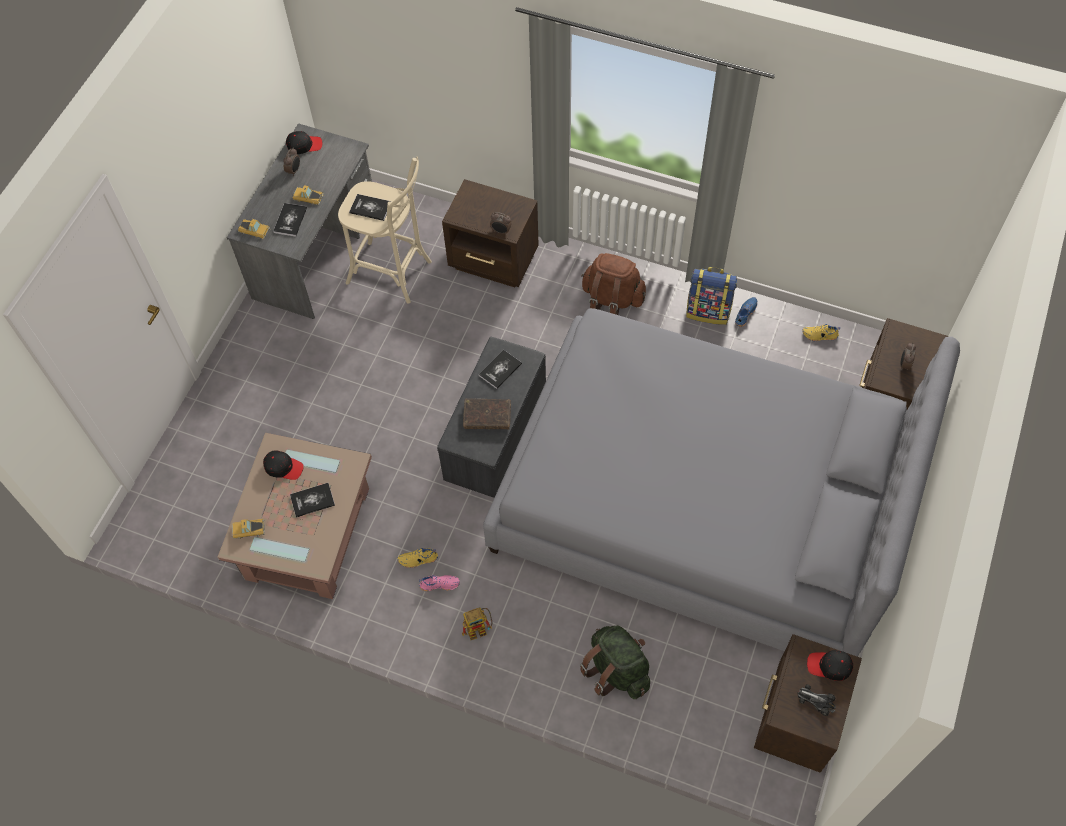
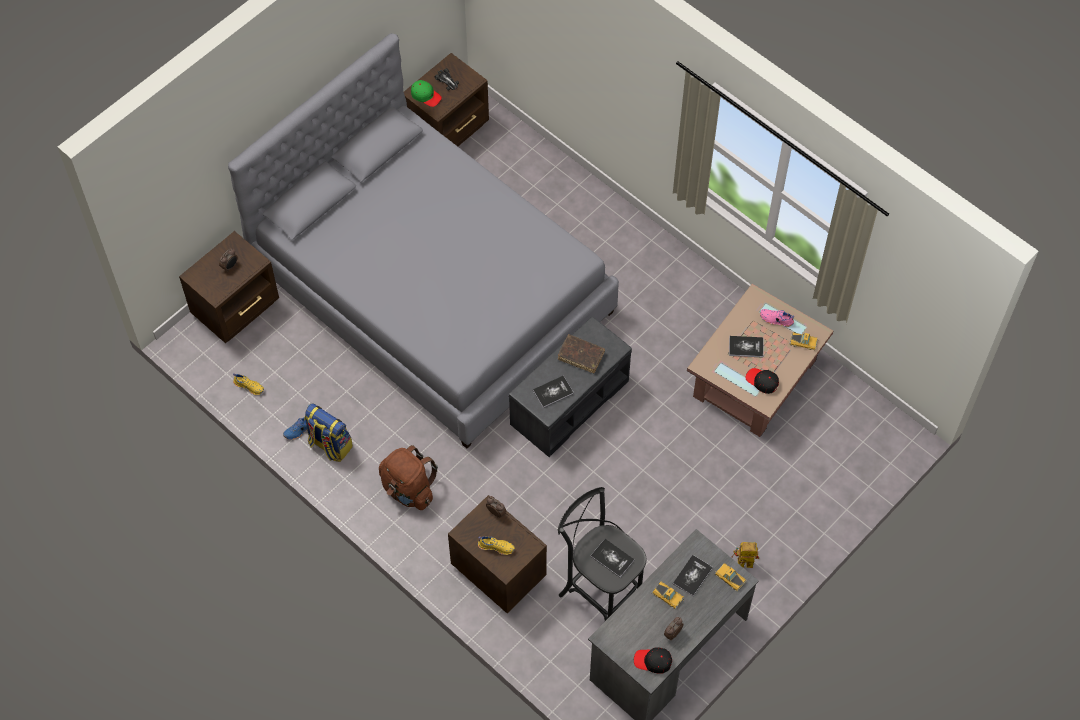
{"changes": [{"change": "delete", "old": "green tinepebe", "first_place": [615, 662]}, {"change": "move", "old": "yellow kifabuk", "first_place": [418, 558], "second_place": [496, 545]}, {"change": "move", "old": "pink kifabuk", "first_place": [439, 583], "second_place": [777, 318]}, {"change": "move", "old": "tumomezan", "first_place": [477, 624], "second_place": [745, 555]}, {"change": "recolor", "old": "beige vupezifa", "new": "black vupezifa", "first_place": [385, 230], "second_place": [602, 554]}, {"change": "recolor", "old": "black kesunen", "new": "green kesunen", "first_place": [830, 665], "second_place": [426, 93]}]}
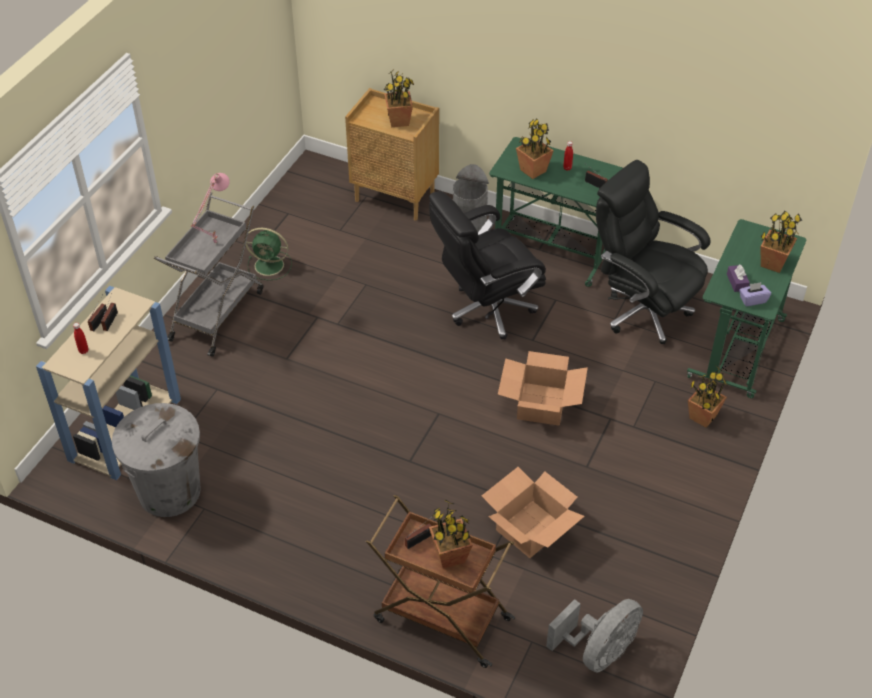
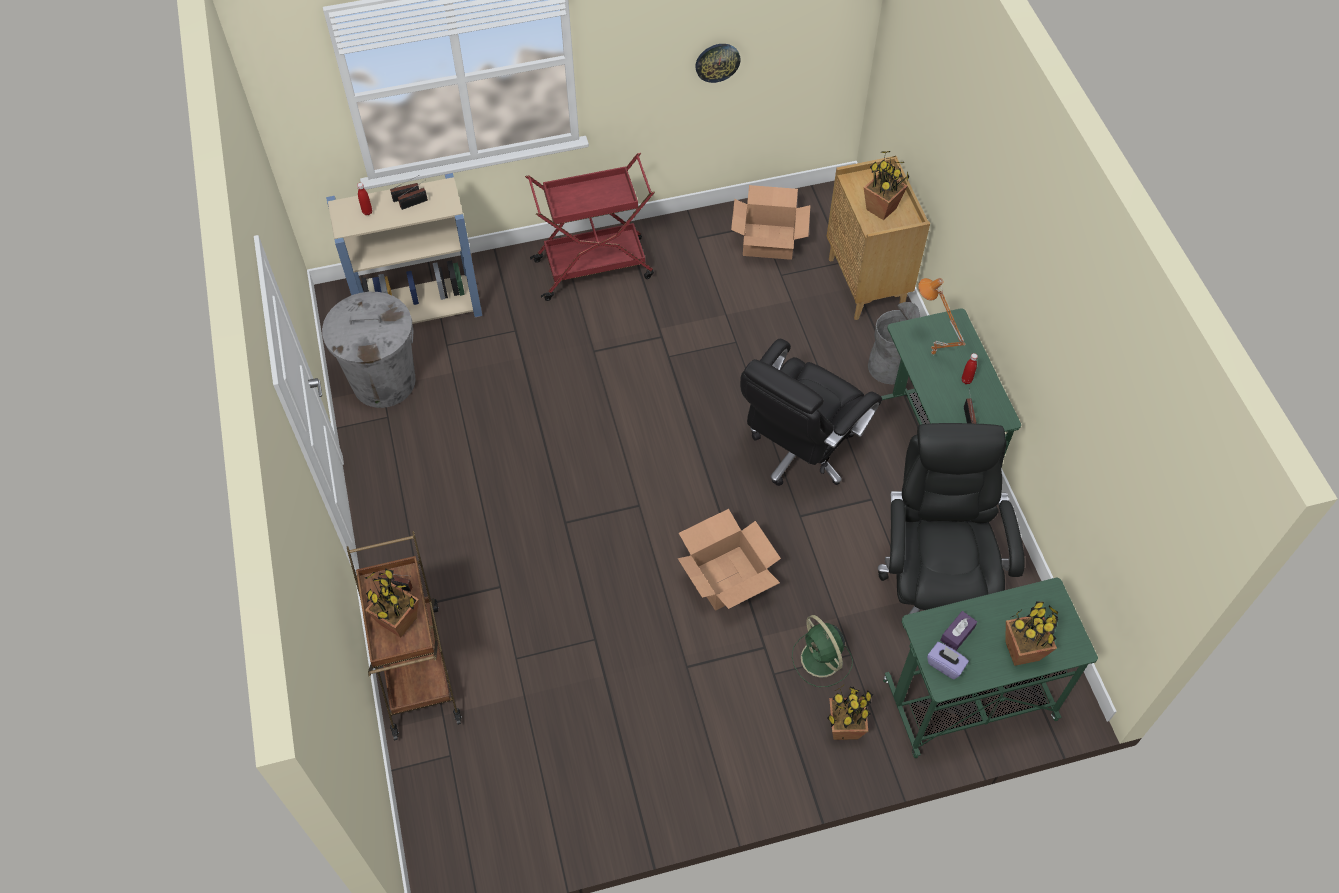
{"changes": [{"change": "delete", "old": "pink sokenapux", "first_place": [210, 208]}, {"change": "delete", "old": "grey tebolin", "first_place": [594, 636]}, {"change": "insert", "new": "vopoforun", "second_place": [718, 63]}, {"change": "move", "old": "green tebolin", "first_place": [269, 254], "second_place": [822, 651]}, {"change": "move", "old": "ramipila", "first_place": [533, 512], "second_place": [770, 222]}, {"change": "replace", "old": "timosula", "new": "orange sokenapux", "first_place": [535, 149], "second_place": [942, 317]}, {"change": "recolor", "old": "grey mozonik", "new": "red mozonik", "first_place": [208, 274], "second_place": [590, 227]}, {"change": "rotate", "old": "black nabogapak", "first_place": [487, 265], "second_place": [811, 412], "degrees": -75}]}
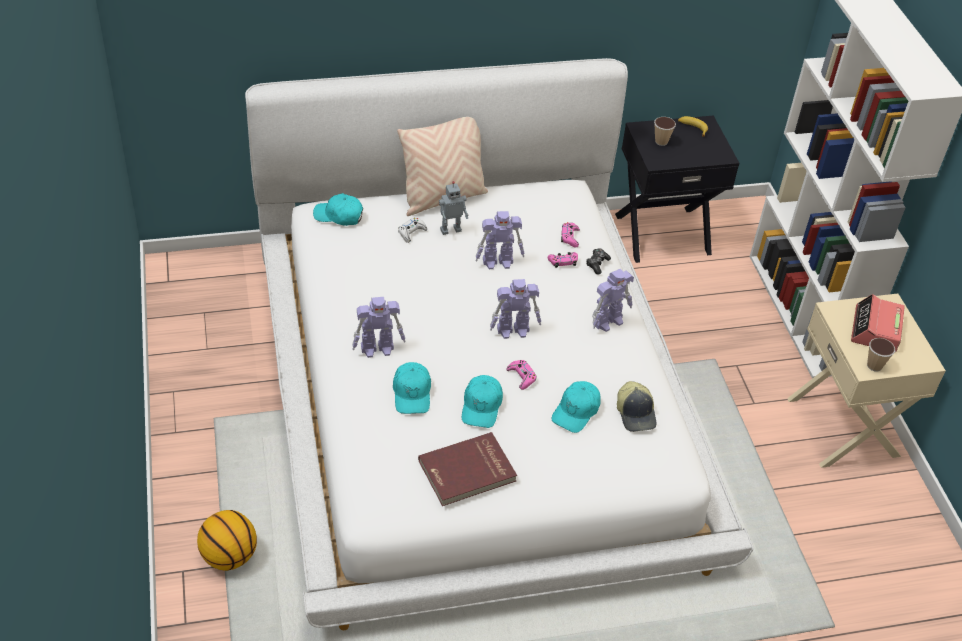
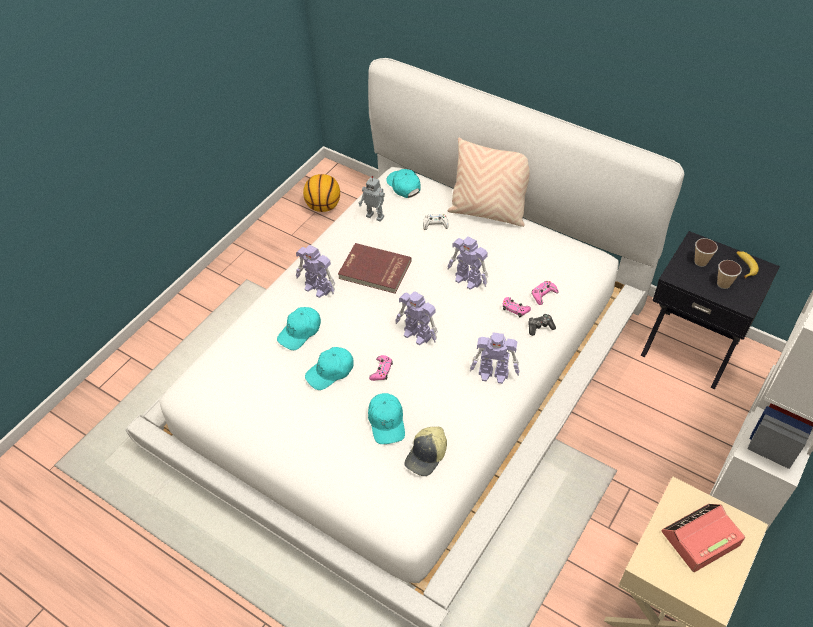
{"changes": [{"change": "move", "old": "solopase", "first_place": [227, 540], "second_place": [321, 193]}, {"change": "move", "old": "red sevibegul", "first_place": [467, 469], "second_place": [375, 268]}, {"change": "move", "old": "tumomezan", "first_place": [453, 208], "second_place": [372, 199]}, {"change": "move", "old": "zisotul", "first_place": [881, 355], "second_place": [729, 274]}, {"change": "rotate", "old": "turquoise kesunen", "first_place": [576, 407], "second_place": [386, 418], "degrees": -90}]}
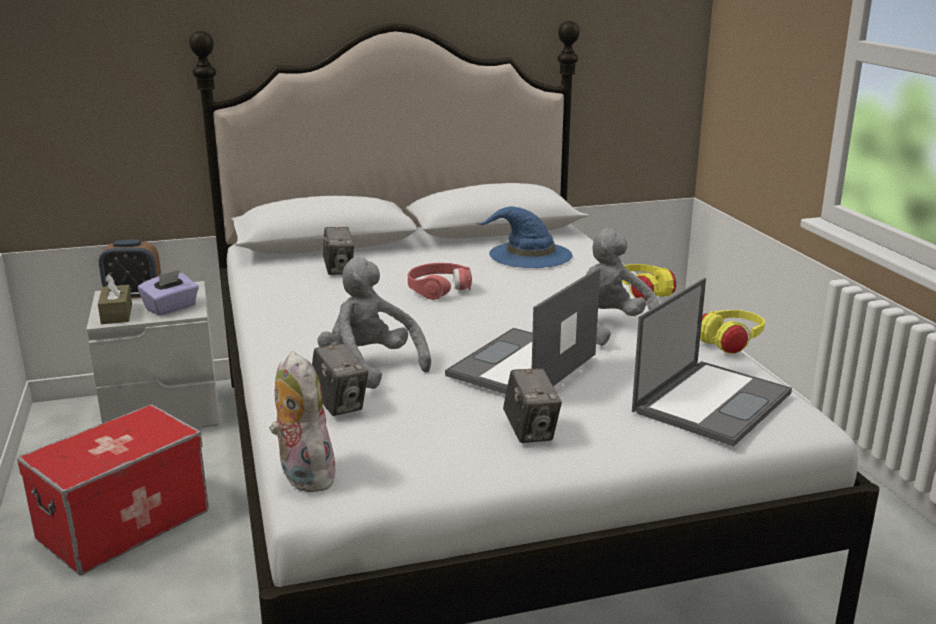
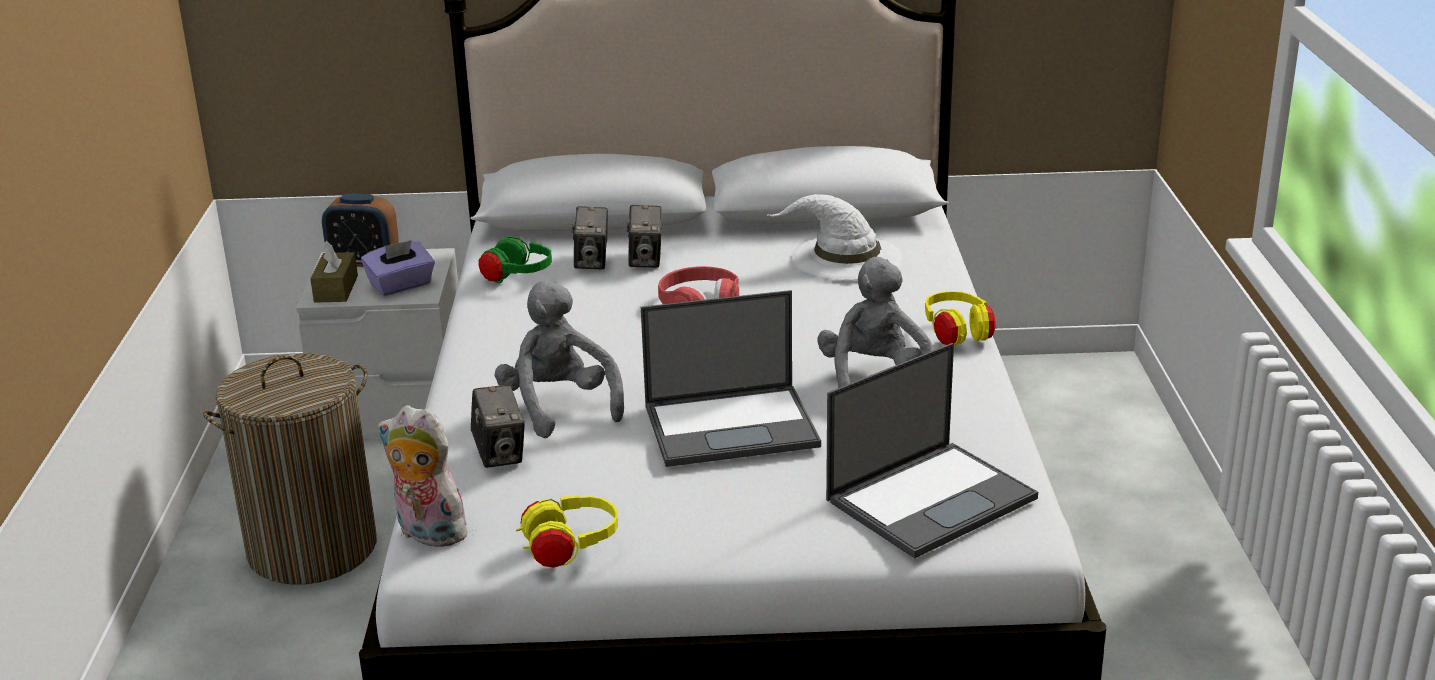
{"changes": [{"change": "insert", "new": "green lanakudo", "second_place": [515, 259]}, {"change": "move", "old": "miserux", "first_place": [532, 405], "second_place": [643, 236]}, {"change": "move", "old": "yellow lanakudo", "first_place": [732, 332], "second_place": [567, 531]}, {"change": "replace", "old": "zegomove", "new": "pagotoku", "first_place": [113, 489], "second_place": [290, 468]}, {"change": "recolor", "old": "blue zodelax", "new": "white zodelax", "first_place": [524, 237], "second_place": [834, 237]}, {"change": "rotate", "old": "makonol", "first_place": [302, 421], "second_place": [424, 476], "degrees": -45}, {"change": "rotate", "old": "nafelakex", "first_place": [522, 331], "second_place": [731, 378], "degrees": -150}]}
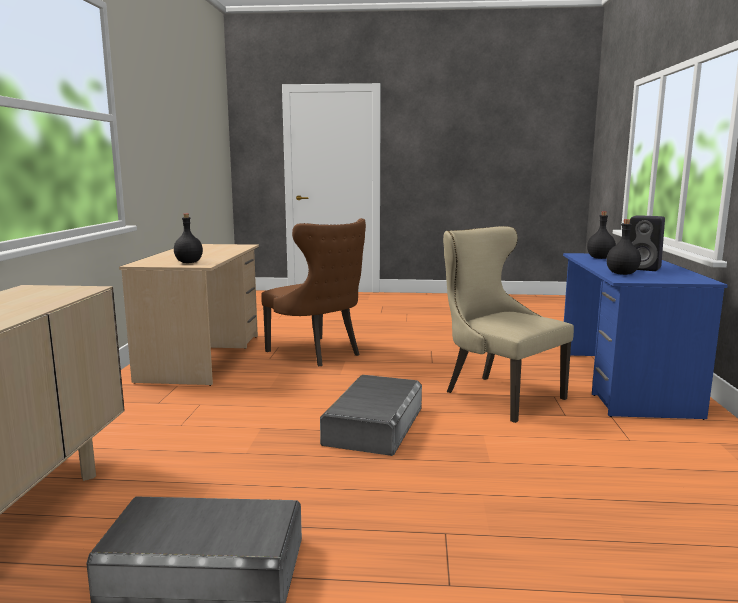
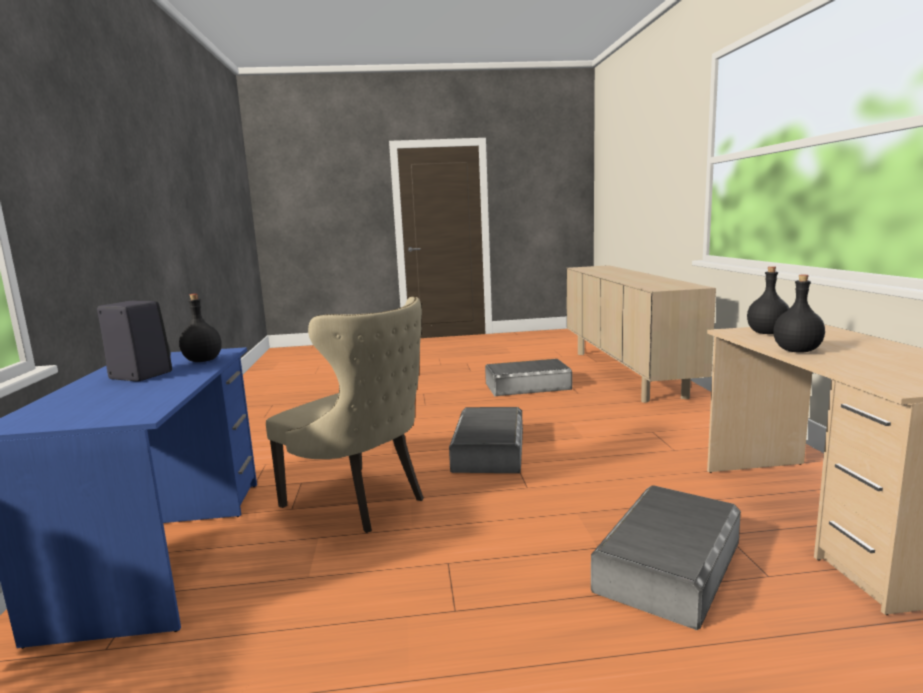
{"changes": [{"change": "move", "old": "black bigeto", "first_place": [601, 235], "second_place": [799, 314]}, {"change": "replace", "old": "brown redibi", "new": "grey zegomove", "first_place": [313, 292], "second_place": [666, 557]}]}
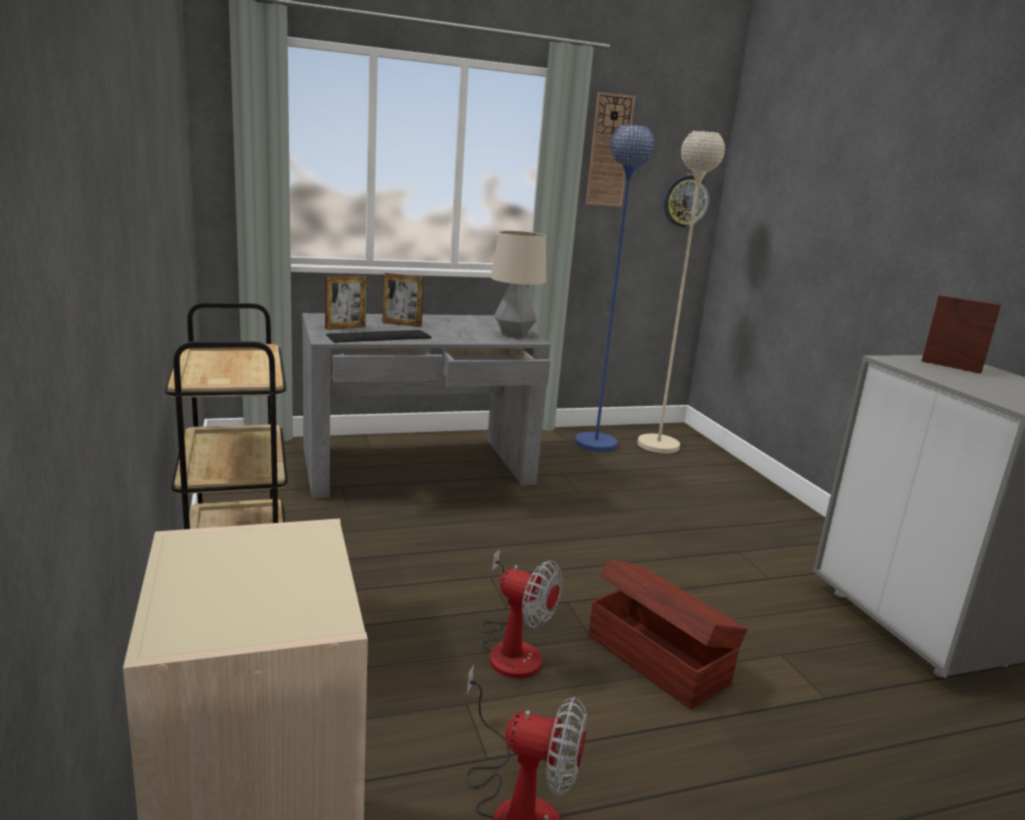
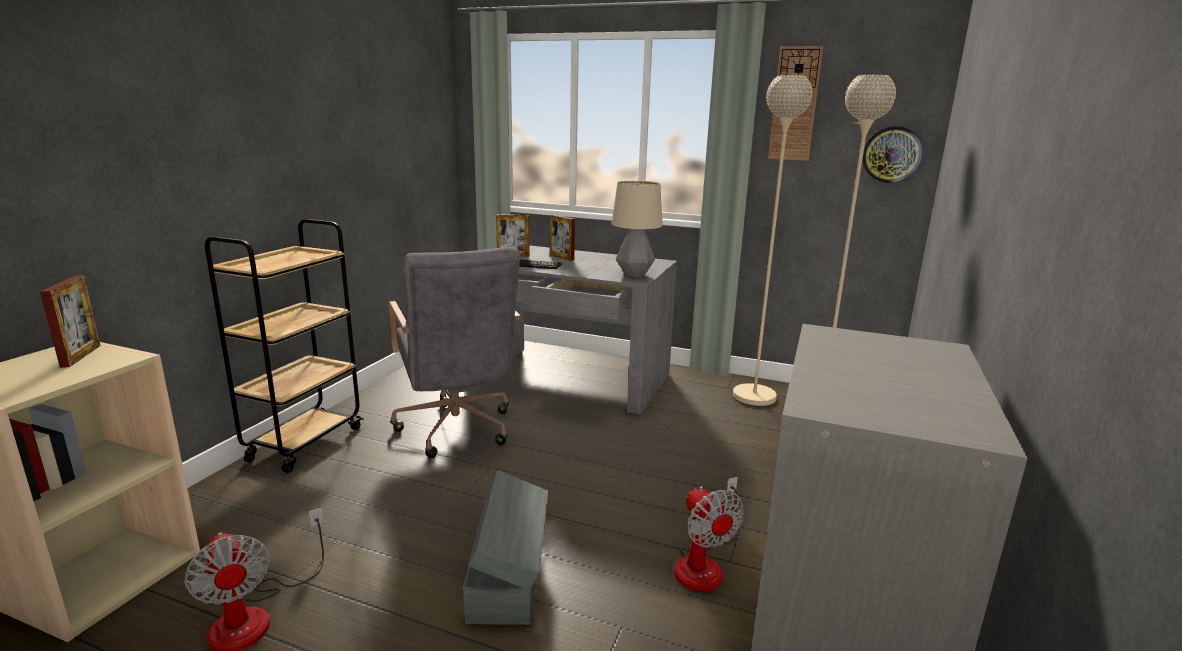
{"changes": [{"change": "insert", "new": "grey nabogapak", "second_place": [455, 352]}, {"change": "move", "old": "tebolin", "first_place": [521, 614], "second_place": [709, 534]}, {"change": "move", "old": "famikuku", "first_place": [961, 334], "second_place": [70, 321]}, {"change": "recolor", "old": "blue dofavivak", "new": "beige dofavivak", "first_place": [615, 288], "second_place": [773, 240]}, {"change": "recolor", "old": "brown zegomove", "new": "grey zegomove", "first_place": [667, 634], "second_place": [505, 547]}]}
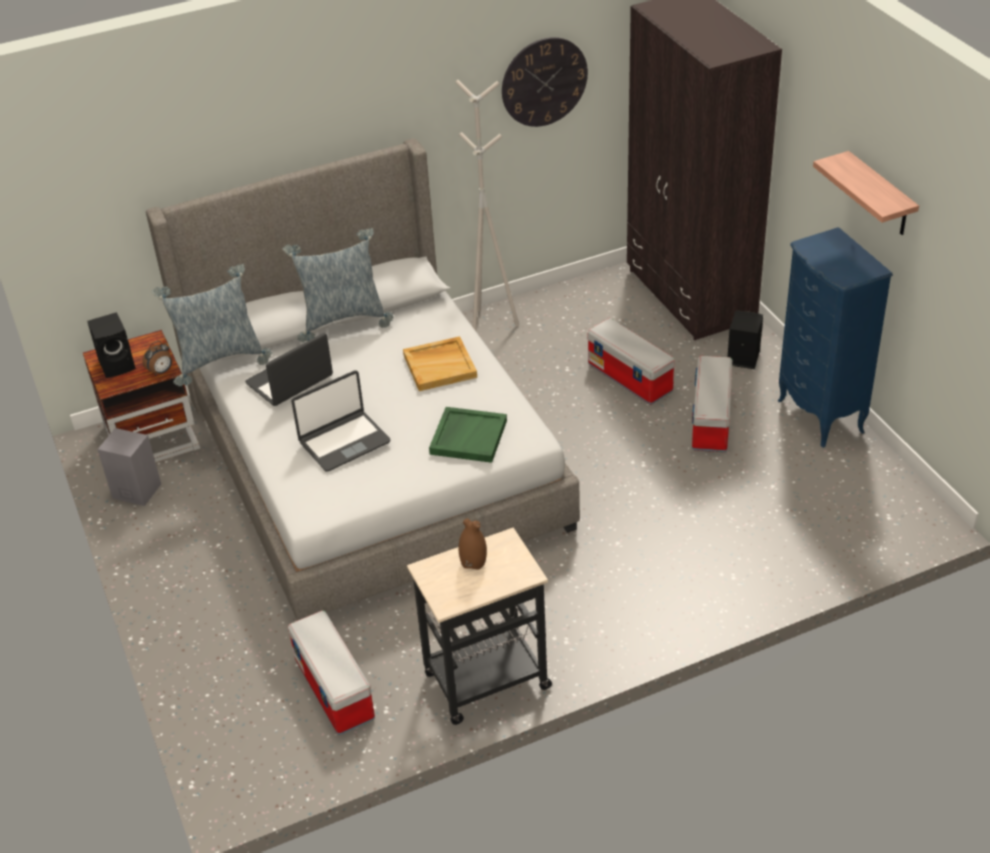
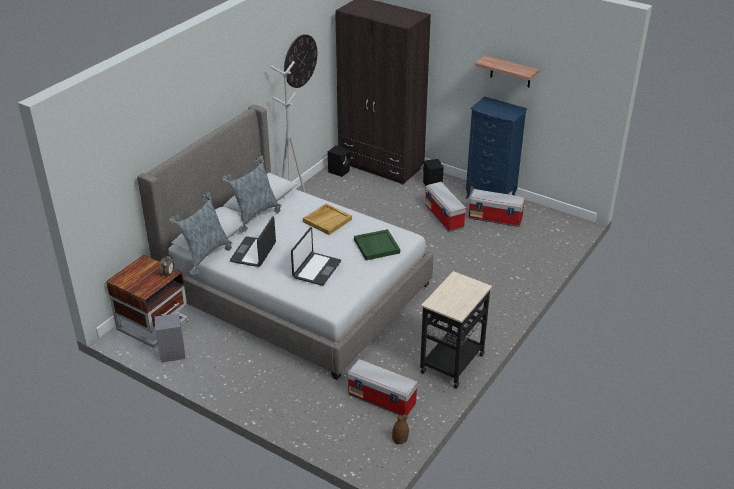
{"changes": [{"change": "move", "old": "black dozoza", "first_place": [111, 345], "second_place": [339, 161]}, {"change": "move", "old": "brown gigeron", "first_place": [472, 544], "second_place": [400, 429]}, {"change": "move", "old": "zegomove", "first_place": [631, 361], "second_place": [497, 208]}]}
